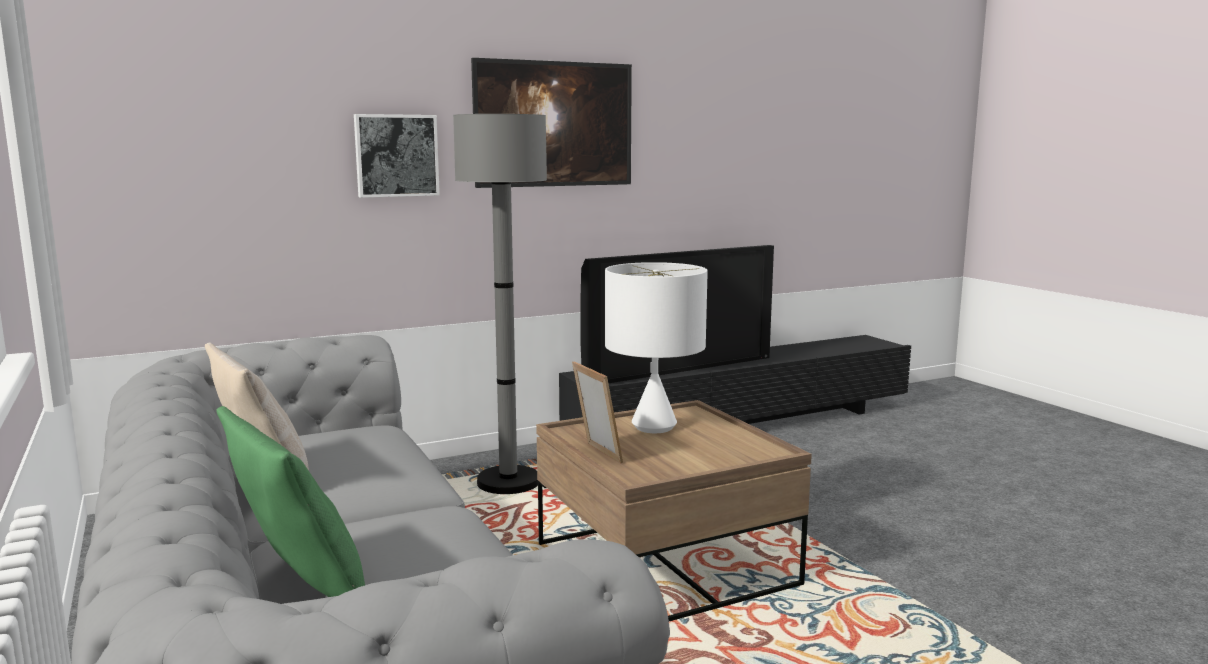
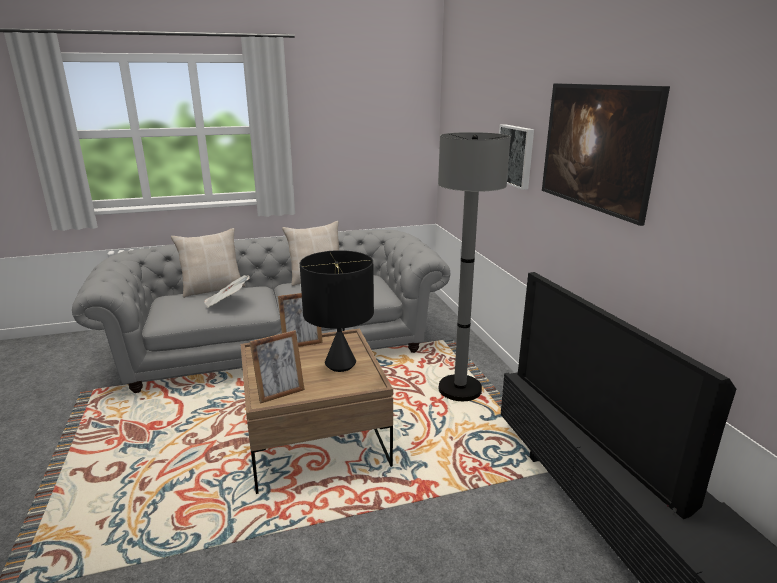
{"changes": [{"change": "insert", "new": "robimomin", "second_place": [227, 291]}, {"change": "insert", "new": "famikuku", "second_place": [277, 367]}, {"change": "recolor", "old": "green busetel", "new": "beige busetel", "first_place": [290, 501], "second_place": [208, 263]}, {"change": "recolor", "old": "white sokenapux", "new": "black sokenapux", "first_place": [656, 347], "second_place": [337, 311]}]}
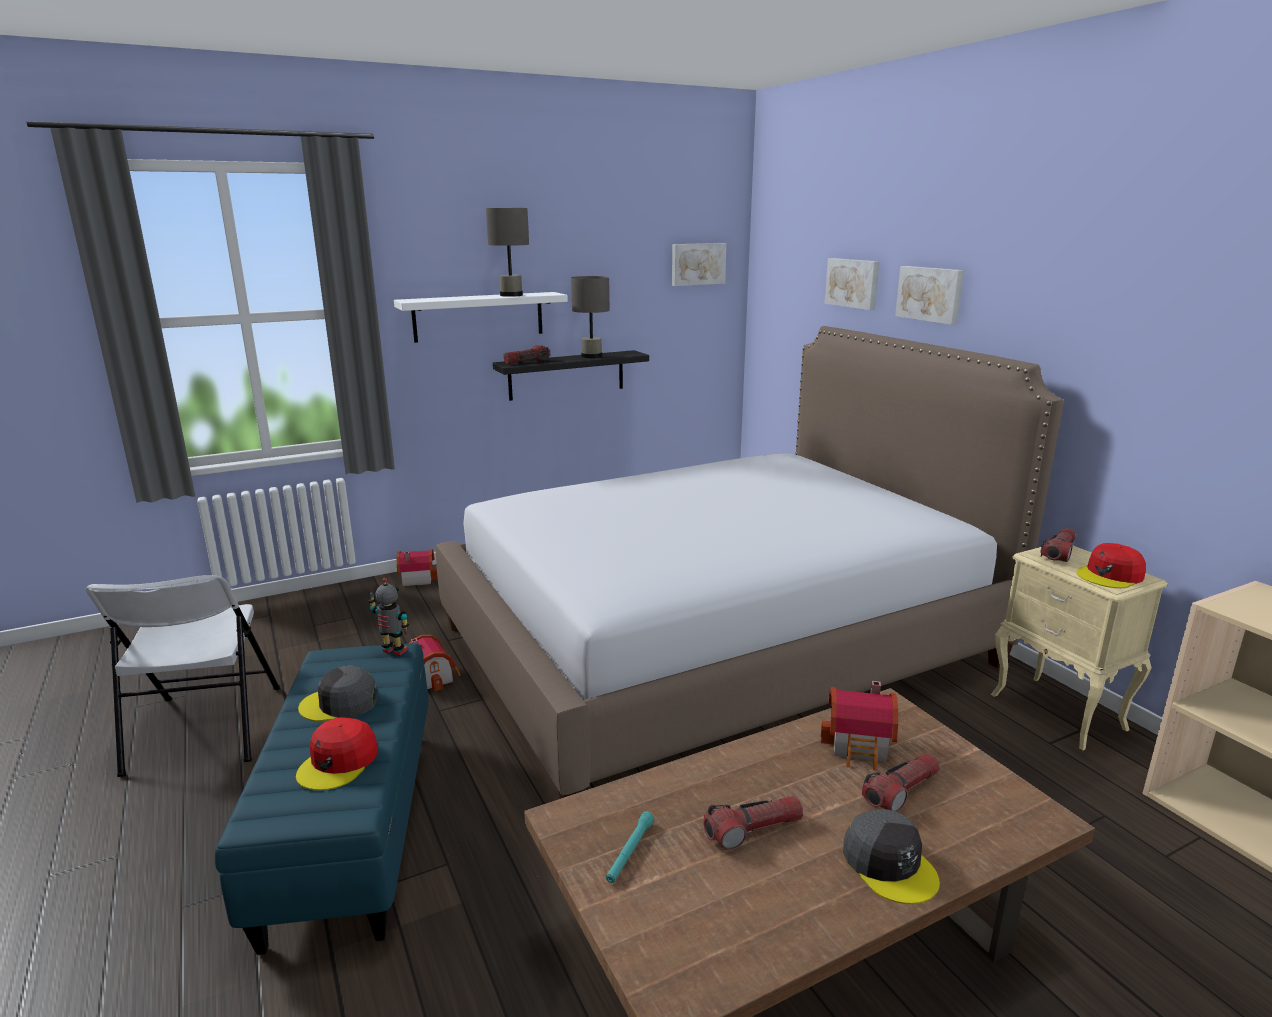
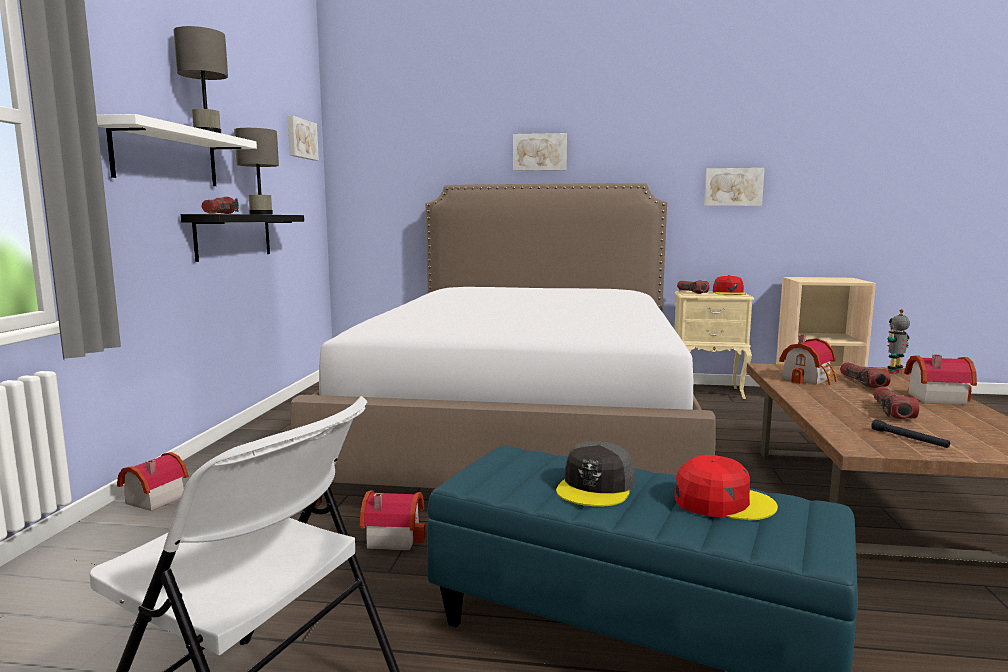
{"changes": [{"change": "move", "old": "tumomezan", "first_place": [388, 617], "second_place": [898, 341]}, {"change": "move", "old": "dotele", "first_place": [852, 284], "second_place": [734, 187]}, {"change": "replace", "old": "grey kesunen", "new": "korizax", "first_place": [891, 856], "second_place": [940, 379]}, {"change": "recolor", "old": "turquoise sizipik", "new": "black sizipik", "first_place": [630, 847], "second_place": [910, 434]}, {"change": "rotate", "old": "red kesunen", "first_place": [337, 754], "second_place": [726, 487], "degrees": -45}]}
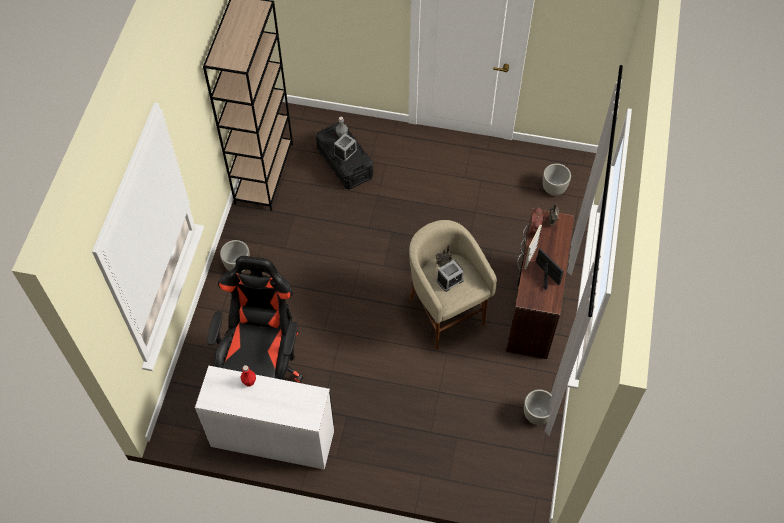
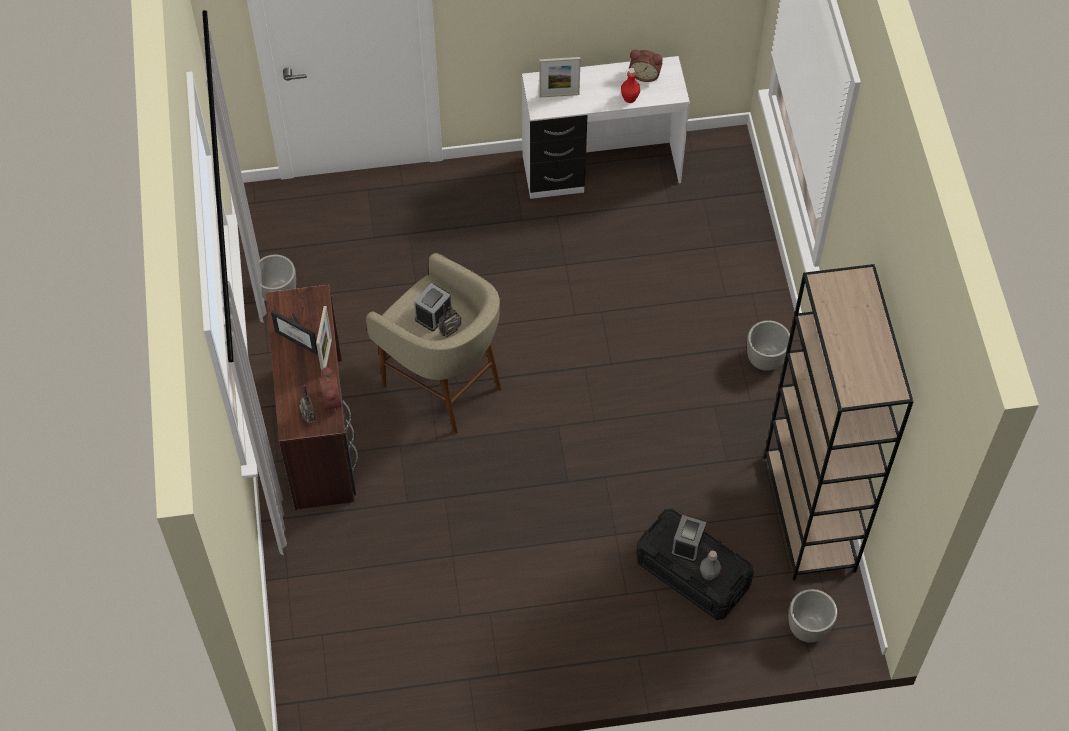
{"changes": [{"change": "delete", "old": "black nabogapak", "first_place": [255, 319]}, {"change": "insert", "new": "famikuku", "second_place": [560, 77]}, {"change": "insert", "new": "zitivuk", "second_place": [646, 66]}, {"change": "move", "old": "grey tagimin", "first_place": [557, 179], "second_place": [813, 616]}]}
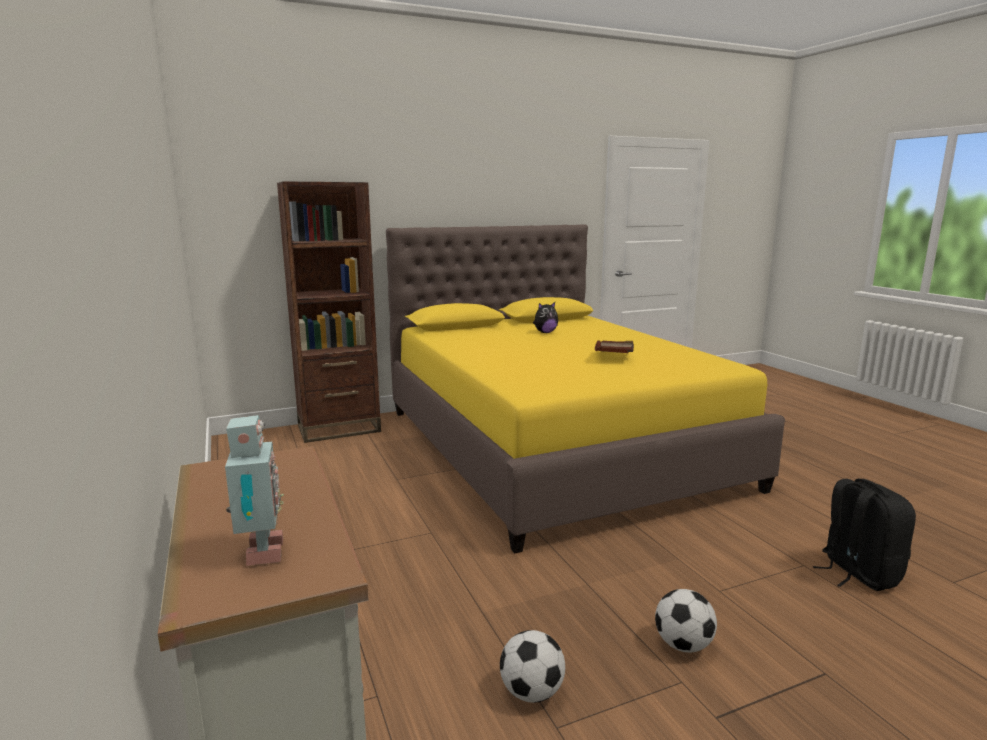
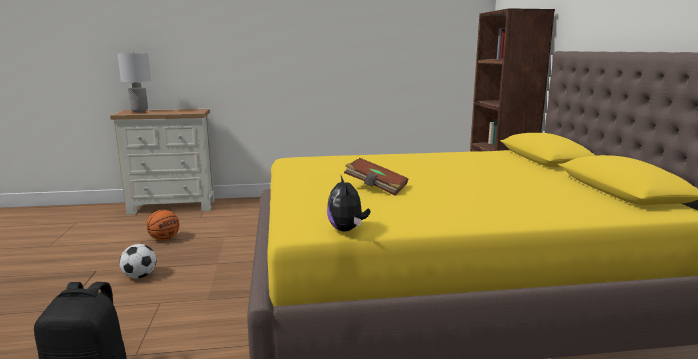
{"changes": [{"change": "move", "old": "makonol", "first_place": [545, 317], "second_place": [348, 204]}, {"change": "replace", "old": "tumomezan", "new": "grey sokenapux", "first_place": [254, 490], "second_place": [134, 82]}, {"change": "replace", "old": "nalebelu", "new": "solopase", "first_place": [532, 666], "second_place": [163, 225]}]}
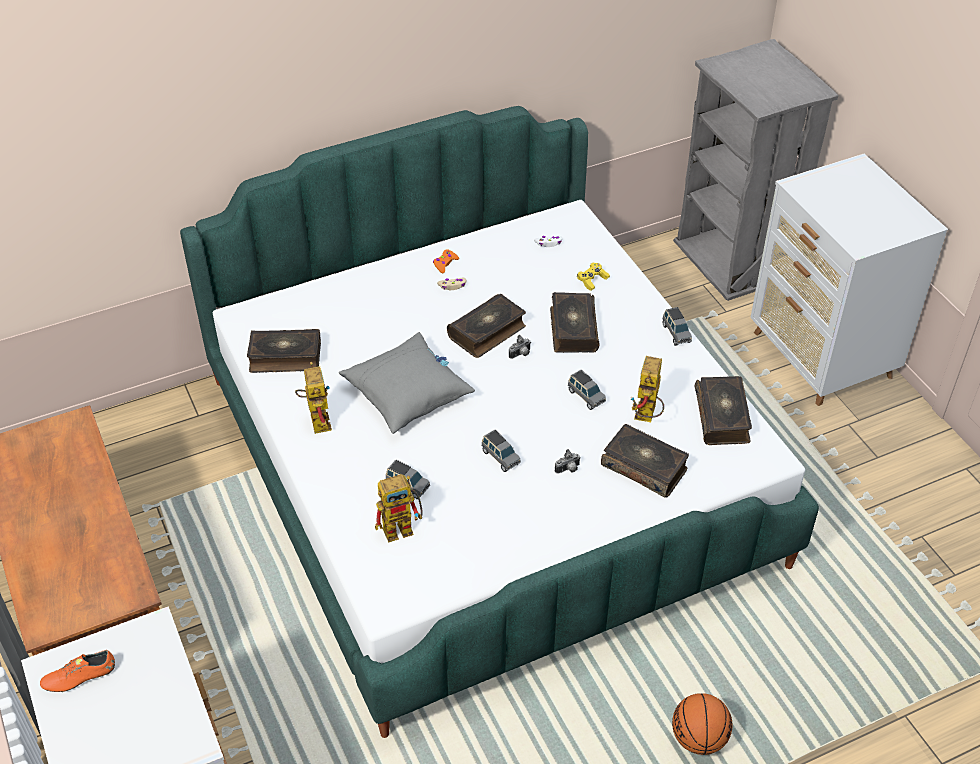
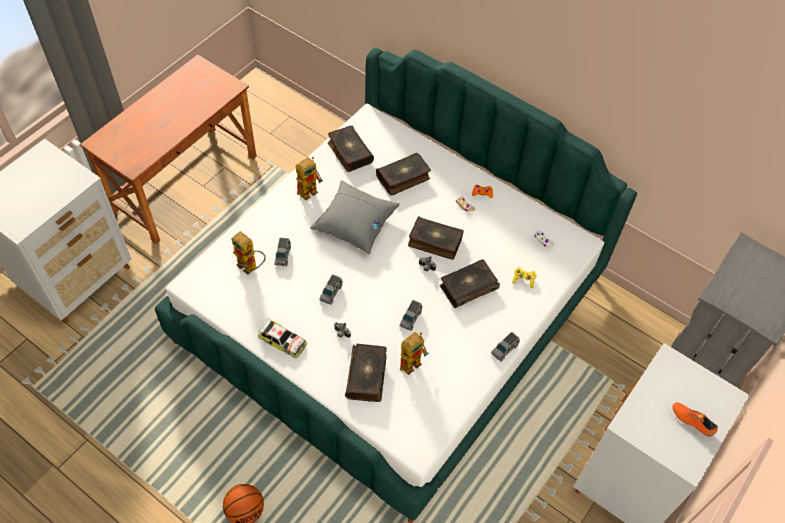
{"changes": [{"change": "insert", "new": "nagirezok", "second_place": [282, 338]}, {"change": "move", "old": "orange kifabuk", "first_place": [77, 671], "second_place": [695, 419]}, {"change": "move", "old": "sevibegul", "first_place": [723, 410], "second_place": [403, 174]}, {"change": "rotate", "old": "tumomezan", "first_place": [647, 389], "second_place": [414, 353], "degrees": 150}]}
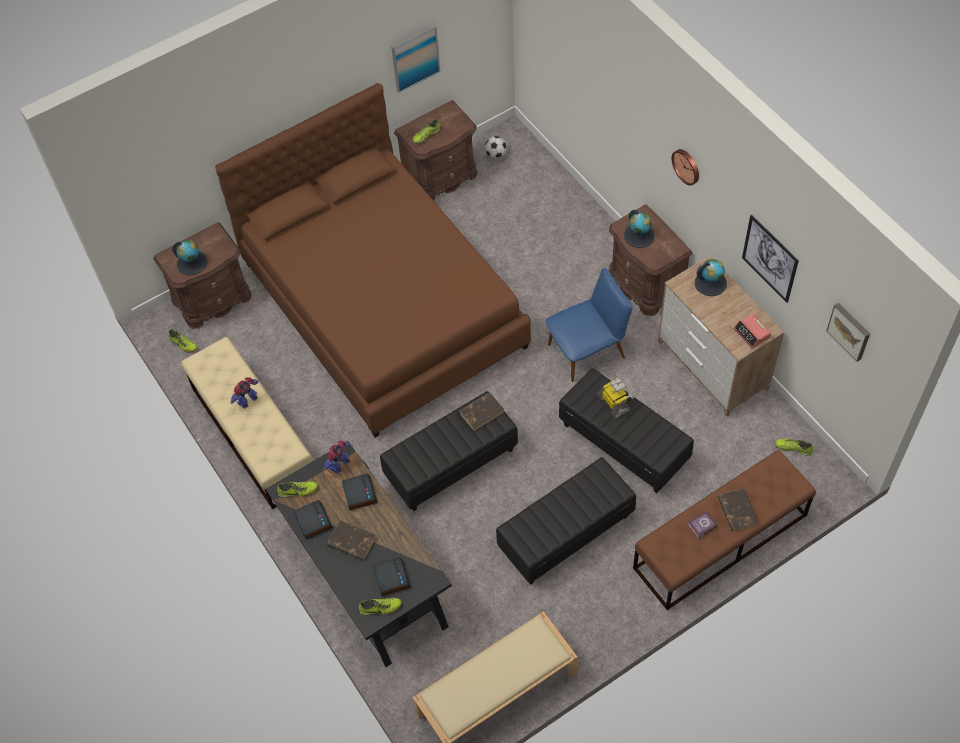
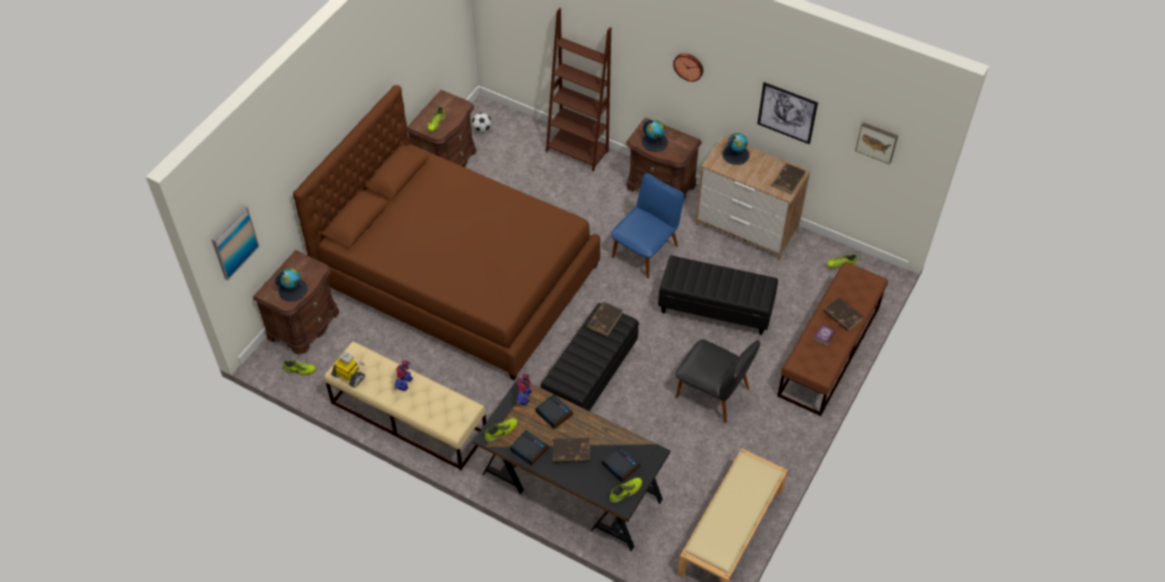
{"changes": [{"change": "insert", "new": "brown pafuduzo", "second_place": [578, 89]}, {"change": "move", "old": "dotele", "first_place": [415, 59], "second_place": [235, 242]}, {"change": "move", "old": "tumomezan", "first_place": [615, 398], "second_place": [348, 370]}, {"change": "replace", "old": "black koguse", "new": "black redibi", "first_place": [566, 521], "second_place": [718, 381]}, {"change": "replace", "old": "zitivuk", "new": "brown sevibegul", "first_place": [752, 331], "second_place": [789, 179]}]}
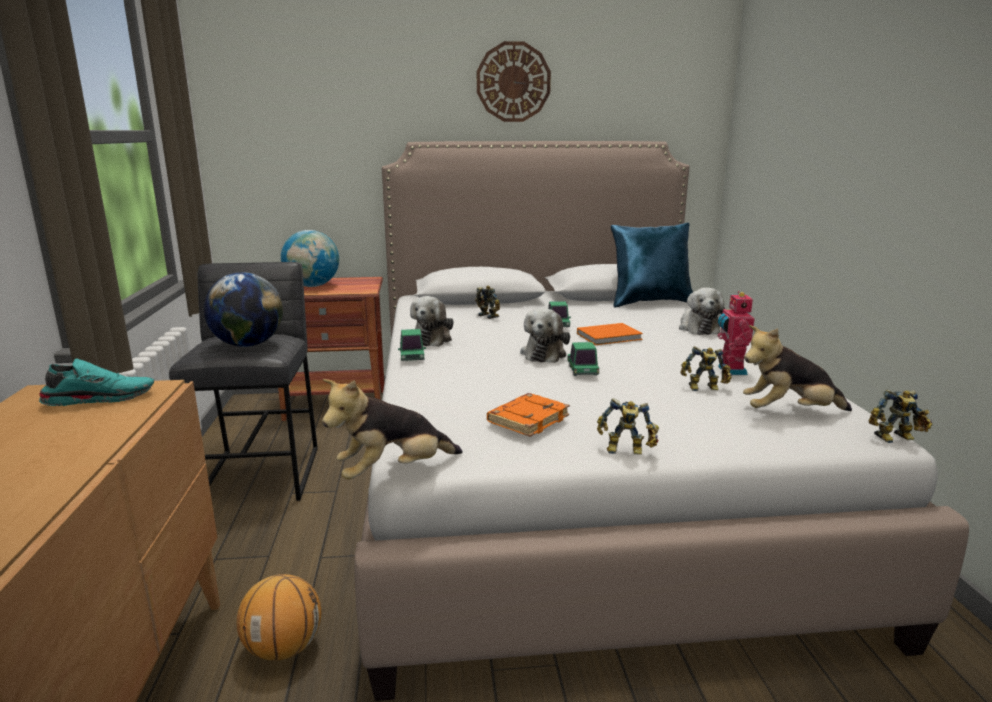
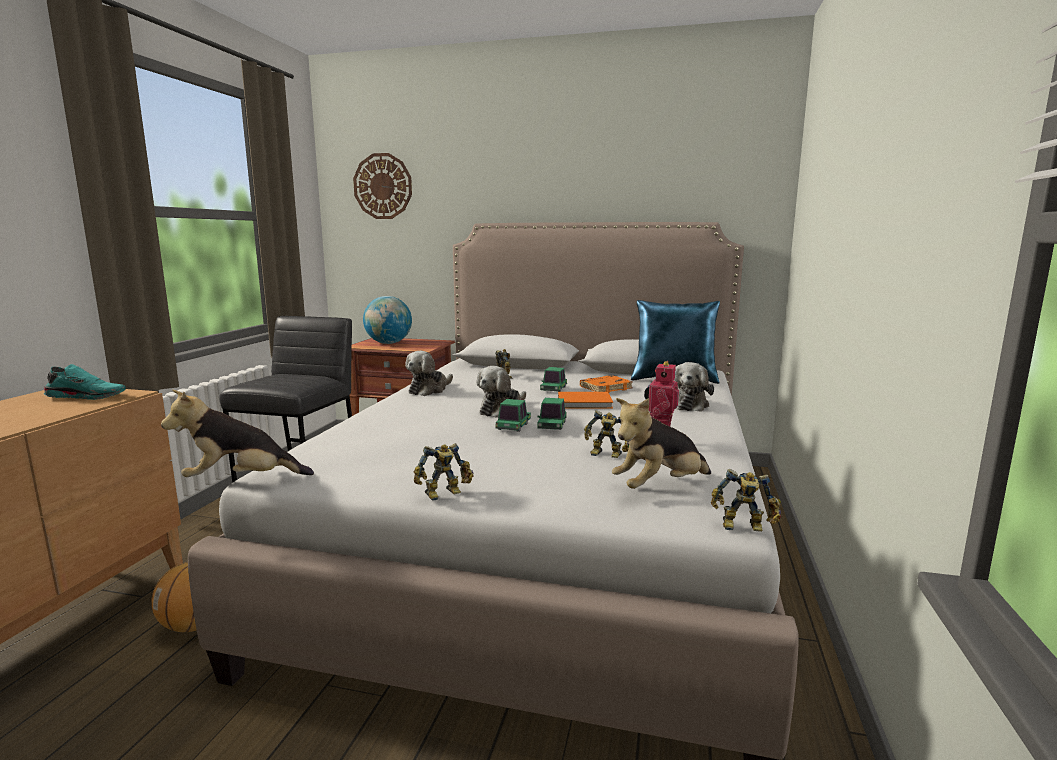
{"changes": [{"change": "delete", "old": "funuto", "first_place": [243, 309]}, {"change": "move", "old": "nagirezok", "first_place": [412, 345], "second_place": [552, 414]}, {"change": "move", "old": "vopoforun", "first_place": [514, 81], "second_place": [382, 186]}, {"change": "move", "old": "orange sevibegul", "first_place": [528, 415], "second_place": [606, 384]}, {"change": "rotate", "old": "tumomezan", "first_place": [628, 426], "second_place": [443, 472], "degrees": -60}, {"change": "rotate", "old": "makonol", "first_place": [797, 368], "second_place": [661, 443], "degrees": -45}]}
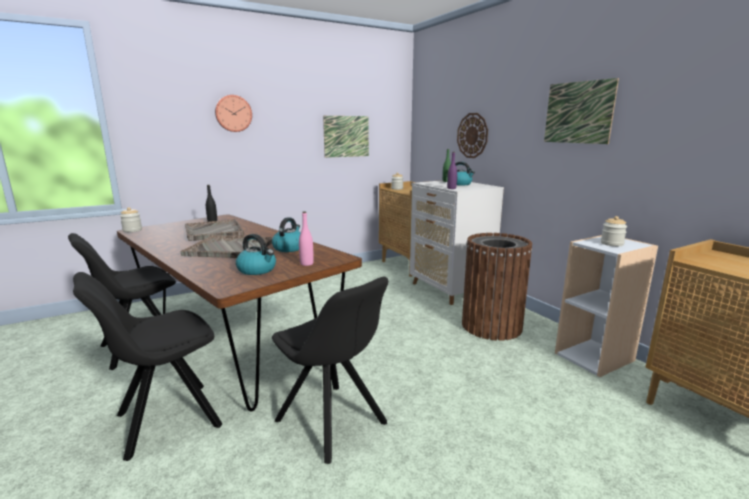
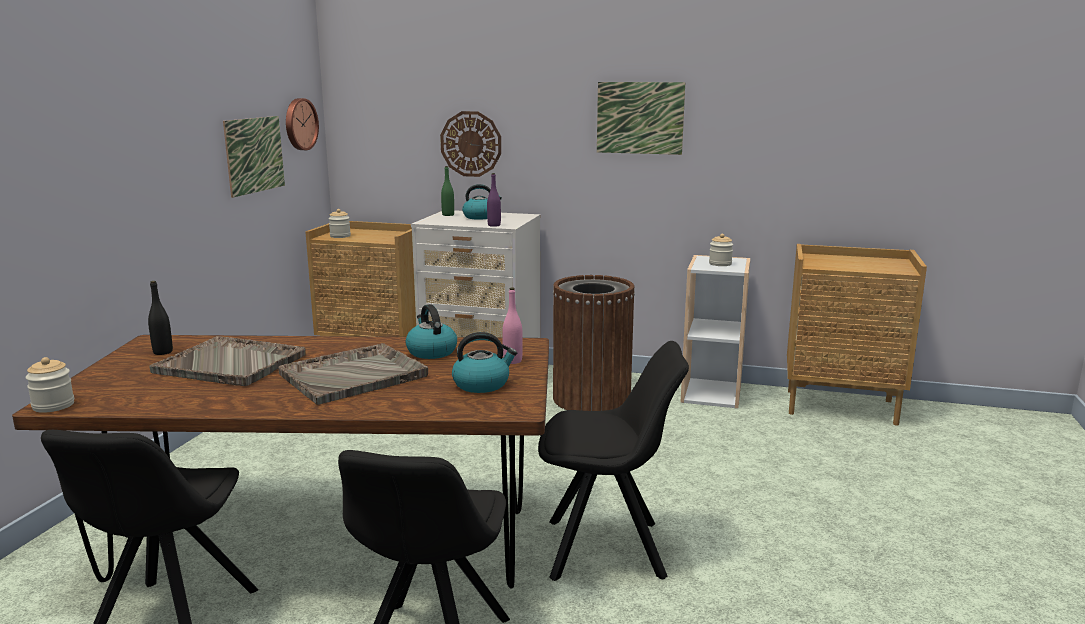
{"changes": [{"change": "move", "old": "vopoforun", "first_place": [233, 113], "second_place": [302, 124]}]}
